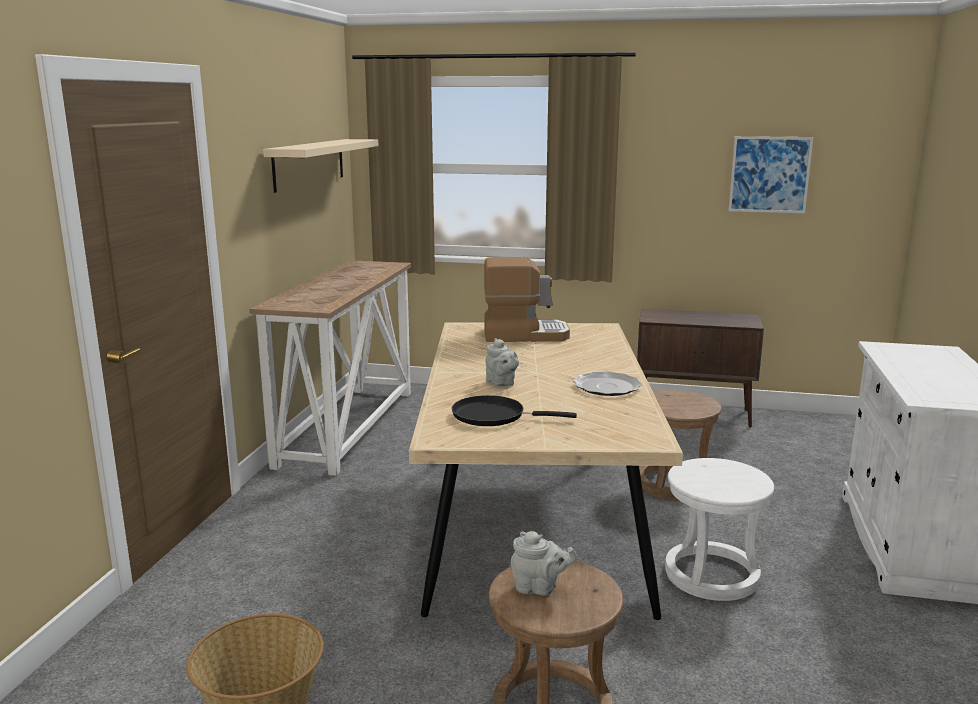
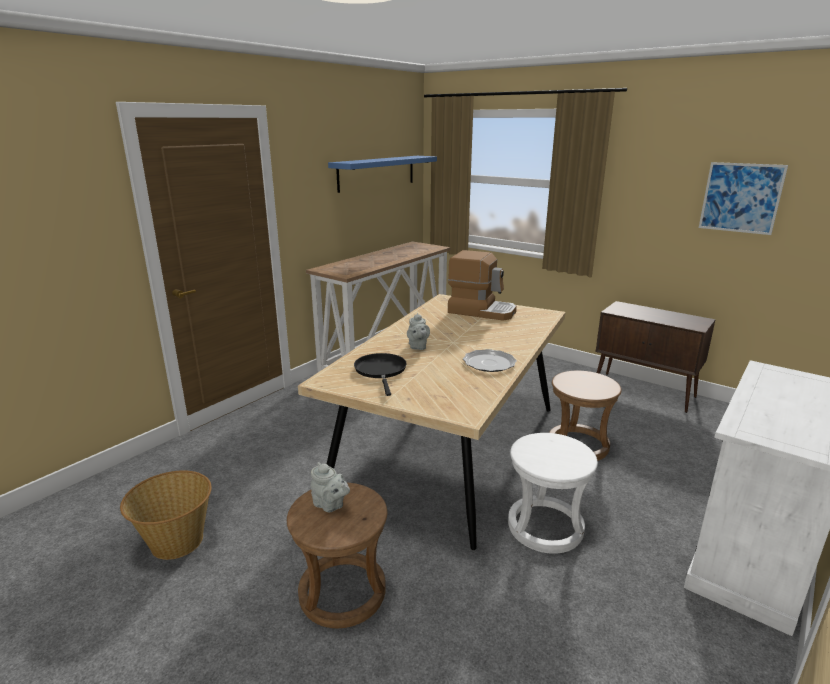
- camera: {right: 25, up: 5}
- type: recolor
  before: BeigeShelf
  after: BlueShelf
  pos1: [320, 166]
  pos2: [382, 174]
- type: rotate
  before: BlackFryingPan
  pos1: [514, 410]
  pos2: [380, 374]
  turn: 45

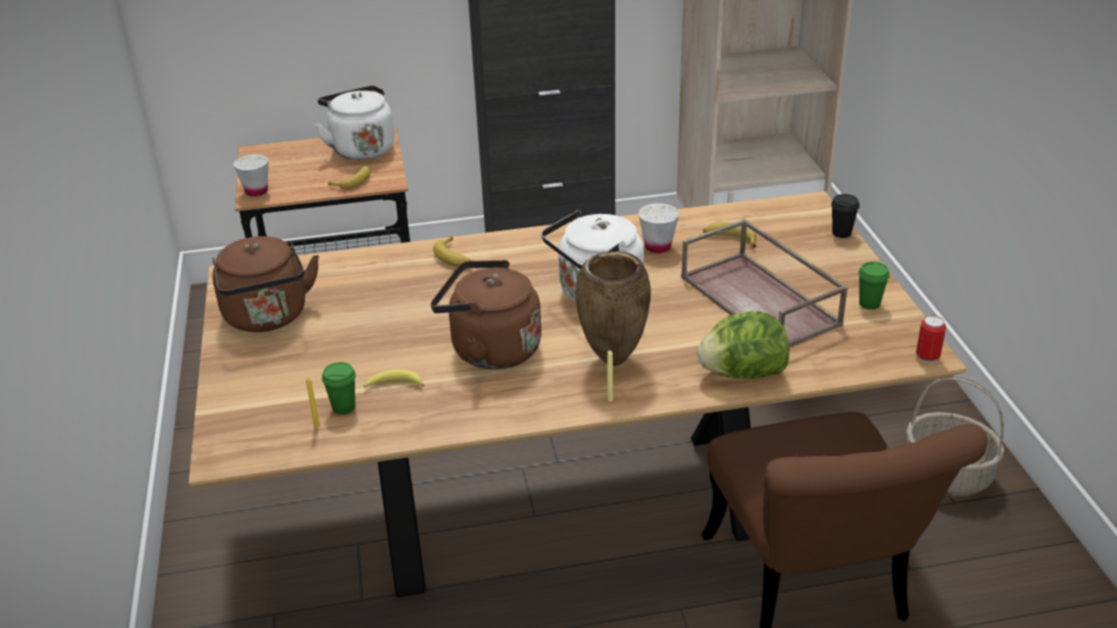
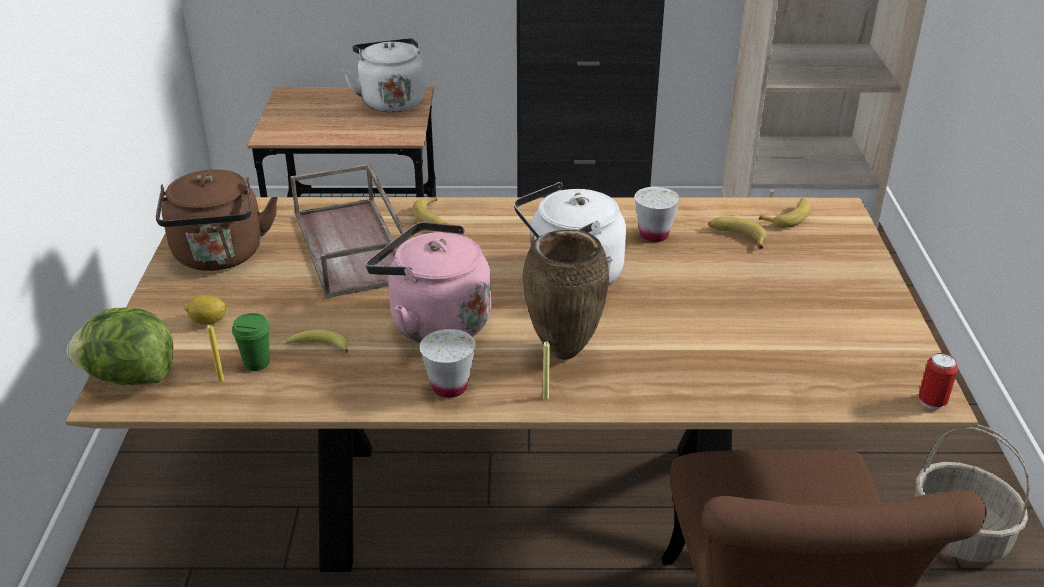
- camera: {right: 10, up: 0}
- type: move
  before: WhiteCup
  pos1: [251, 175]
  pos2: [448, 363]
- type: move
  before: Banana
  pos1: [349, 177]
  pos2: [785, 213]
- type: delete
  before: BlackCup
  pos1: [845, 216]
- type: move
  before: BrownTray
  pos1: [764, 283]
  pos2: [349, 231]
- type: recolor
  before: BrownKettle
  after: PinkKettle
  pos1: [486, 315]
  pos2: [428, 282]
- type: delete
  before: GreenCup
  pos1: [874, 286]
- type: move
  before: Lettuce
  pos1: [743, 345]
  pos2: [120, 346]
- type: insert
  after: Lemon
  pos2: [205, 309]

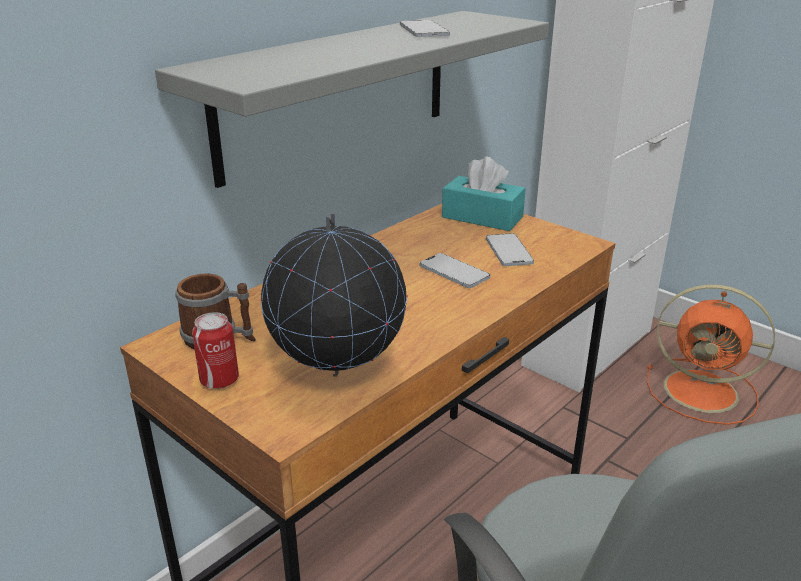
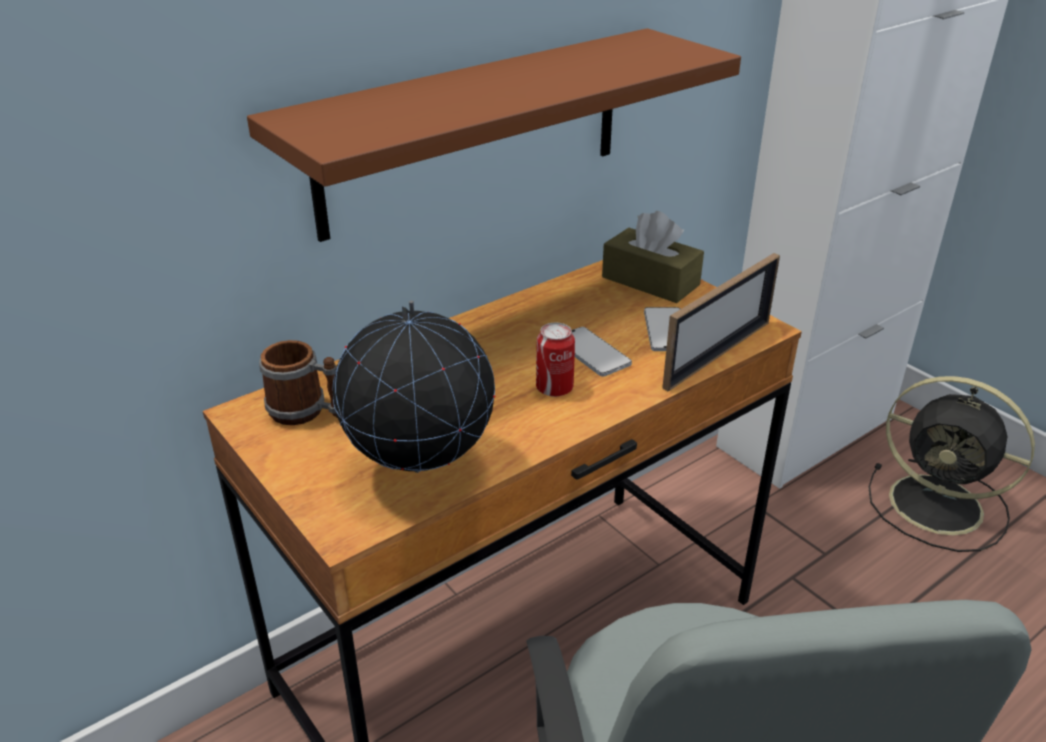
- camera: {right: 10, up: 5}
- type: recolor
  before: GreyShelf
  after: BrownShelf
  pos1: [352, 99]
  pos2: [494, 135]
- type: delete
  before: Phone
  pos1: [425, 28]
- type: recolor
  before: TurquoiseTissueBox
  after: BrownTissueBox
  pos1: [484, 194]
  pos2: [653, 257]
- type: recolor
  before: OrangeFan
  after: BlackFan
  pos1: [711, 354]
  pos2: [951, 464]
- type: move
  before: Can
  pos1: [215, 350]
  pos2: [555, 360]
- type: insert
  after: PictureFrame
  pos2: [721, 322]

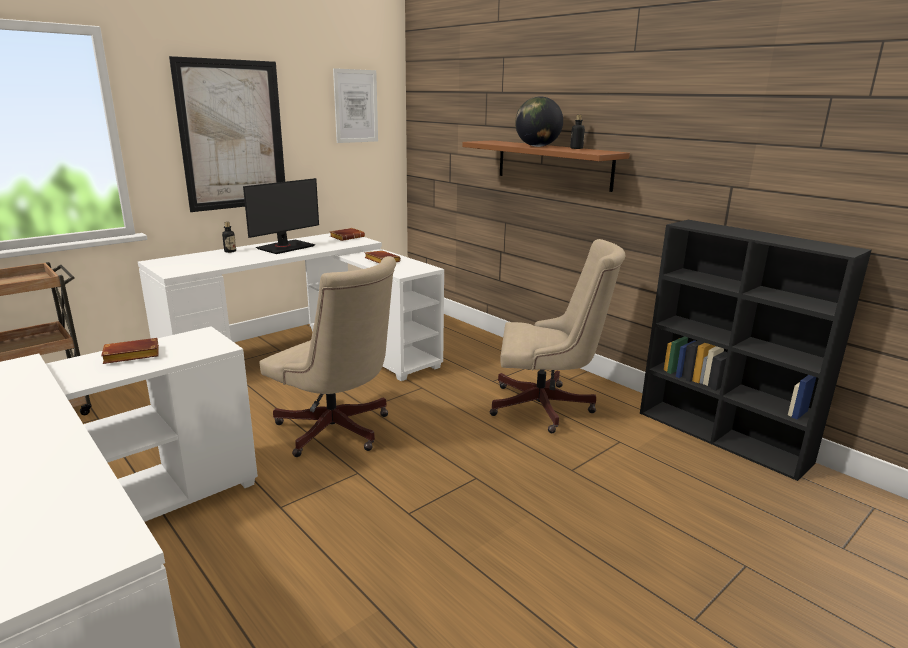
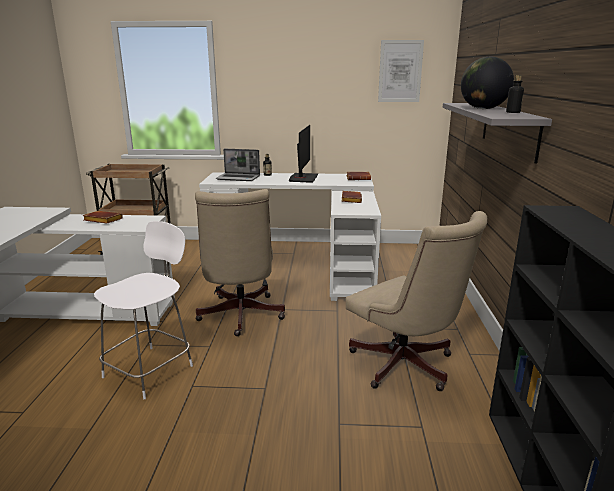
- camera: {right: 45, up: 0}
- type: delete
  before: Picture
  pos1: [227, 134]
- type: recolor
  before: BrownShelf
  after: GreyShelf
  pos1: [546, 166]
  pos2: [497, 133]
- type: rotate
  before: Monitor
  pos1: [281, 216]
  pos2: [303, 154]
  turn: -75
- type: insert
  after: Laptop
  pos2: [238, 165]
- type: insert
  after: WhiteChair
  pos2: [143, 310]

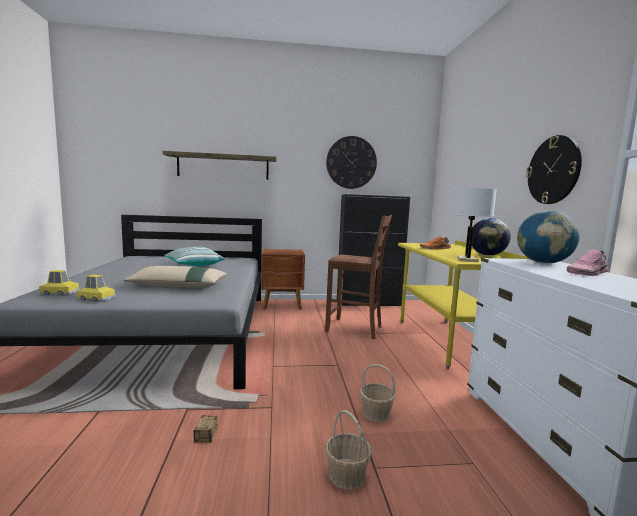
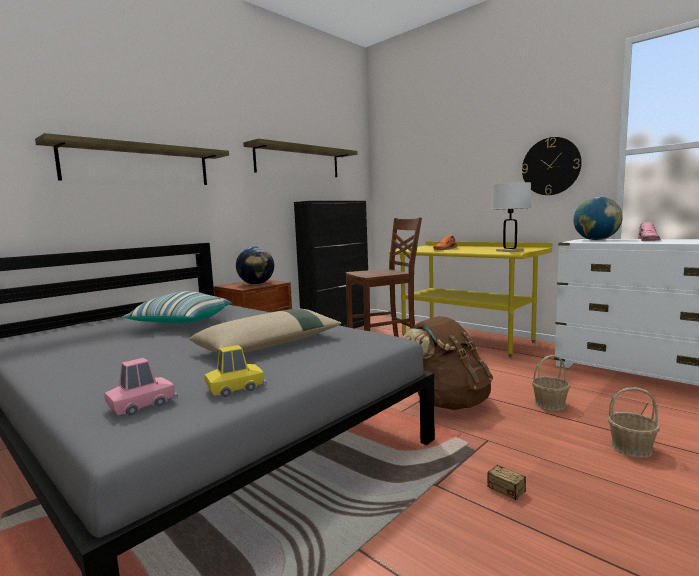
- camera: {right: -40, up: 0}
- type: replace
  before: WallClock
  after: Shelf
  pos1: [351, 162]
  pos2: [300, 157]
- type: move
  before: Globe
  pos1: [491, 237]
  pos2: [255, 265]
- type: recolor
  before: YellowToyCar
  after: PinkToyCar
  pos1: [59, 282]
  pos2: [141, 386]
- type: insert
  after: BrownBackpack
  pos2: [448, 363]

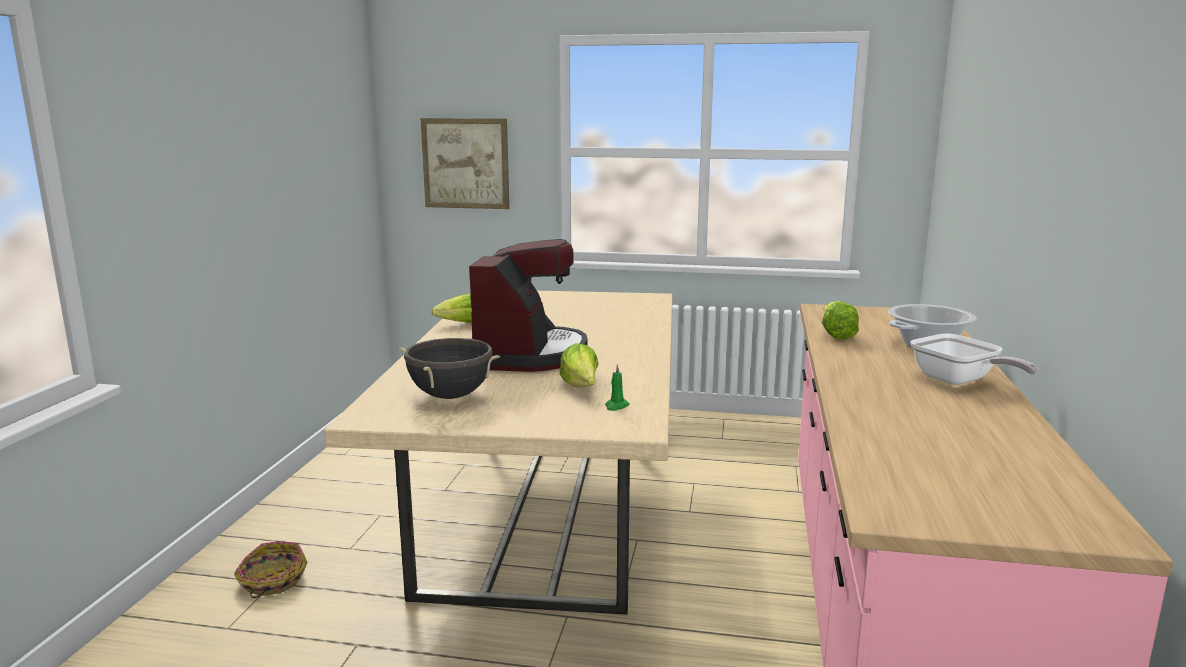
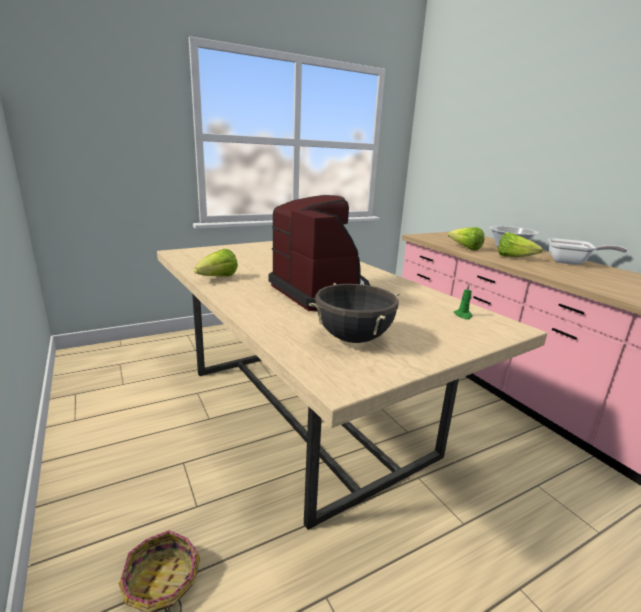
- camera: {right: -40, up: 5}
- type: delete
  before: Picture
  pos1: [465, 163]
- type: move
  before: Lettuce
  pos1: [579, 365]
  pos2: [520, 245]

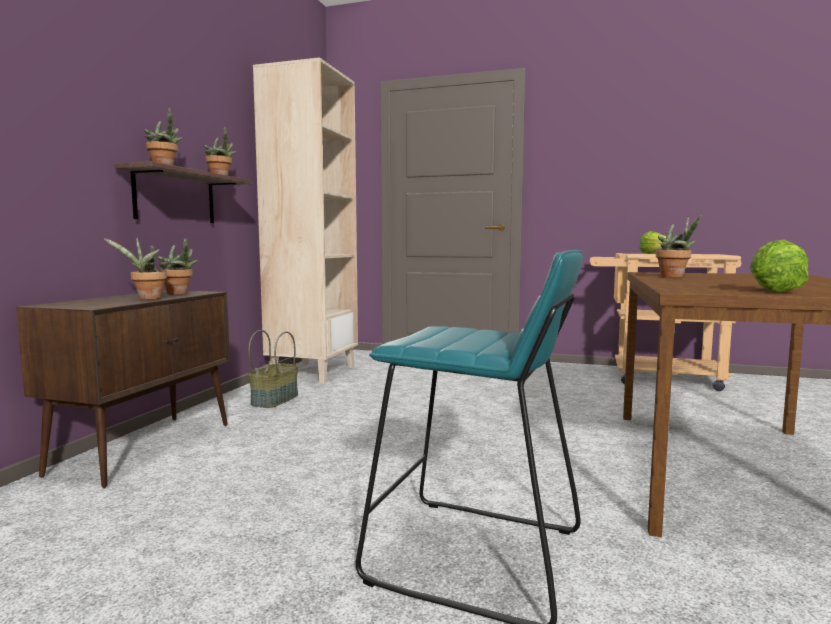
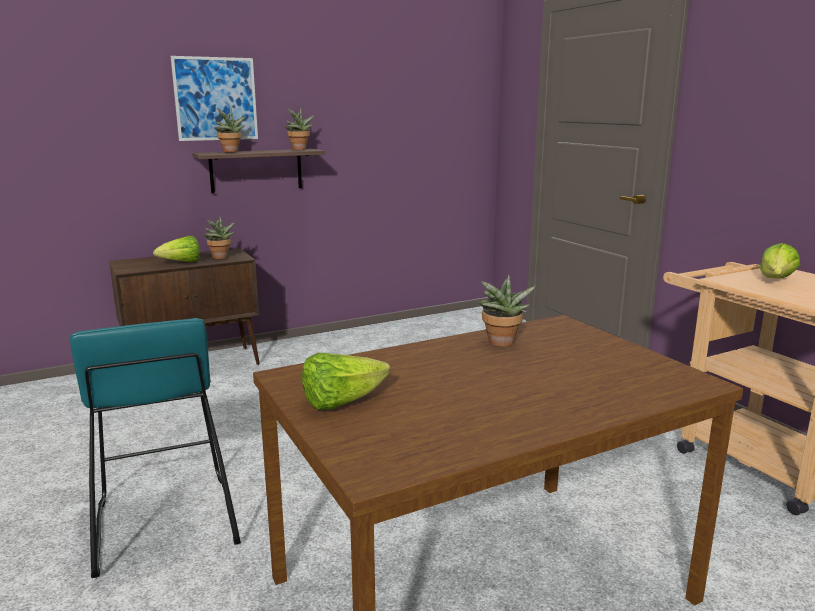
- camera: {right: 45, up: 10}
- type: delete
  before: BeigeBookcase
  pos1: [305, 220]
- type: replace
  before: PottedPlant
  after: Lettuce
  pos1: [135, 268]
  pos2: [176, 249]
- type: delete
  before: Basket
  pos1: [273, 369]
- type: insert
  after: Picture
  pos2: [214, 98]

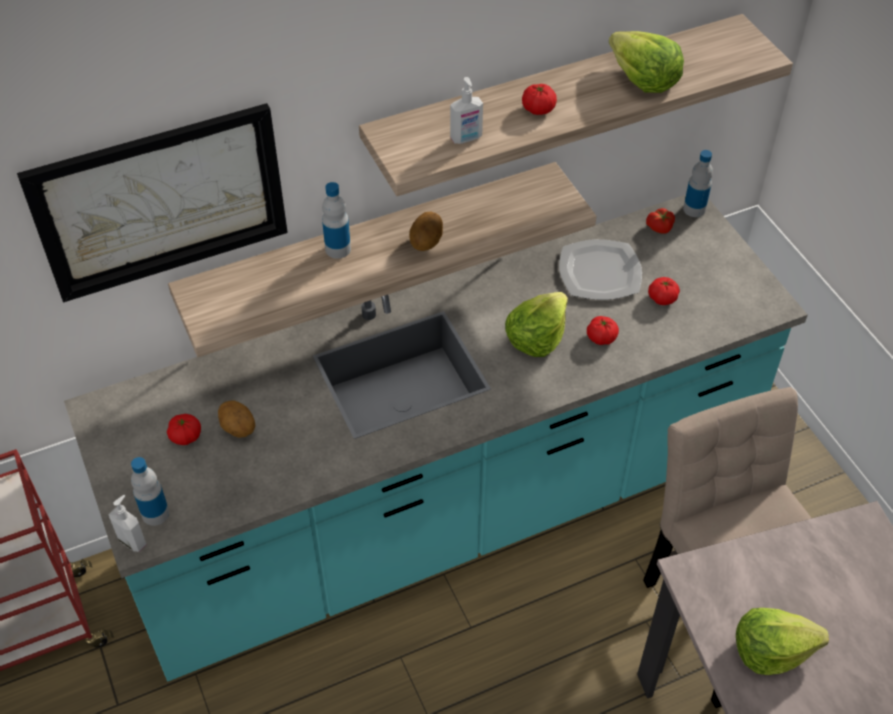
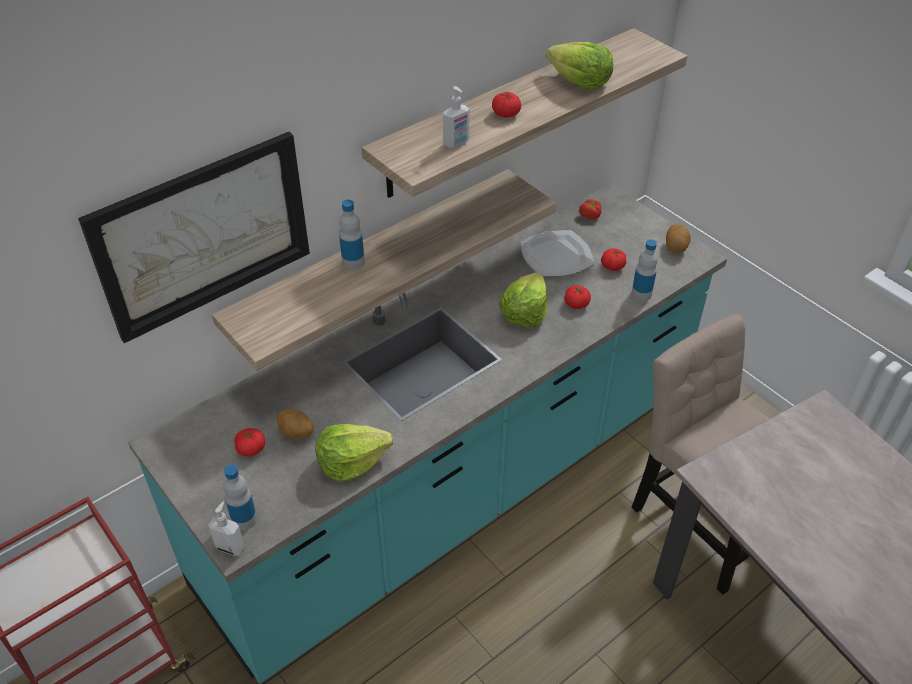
- camera: {right: -15, up: -5}
- type: move
  before: Bottle
  pos1: [698, 183]
  pos2: [644, 270]
- type: move
  before: Potato
  pos1: [426, 231]
  pos2: [678, 239]
- type: move
  before: Lettuce
  pos1: [782, 641]
  pos2: [354, 453]

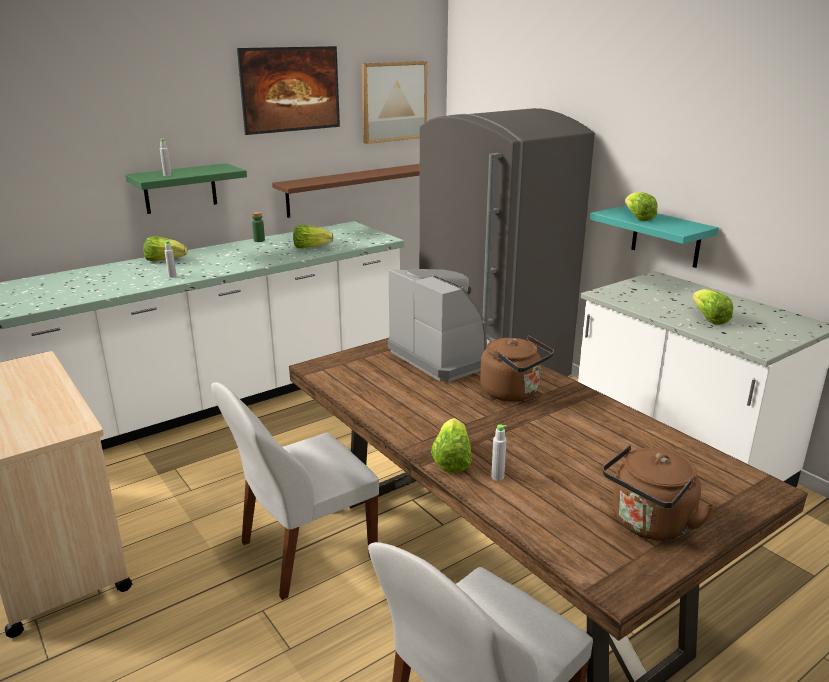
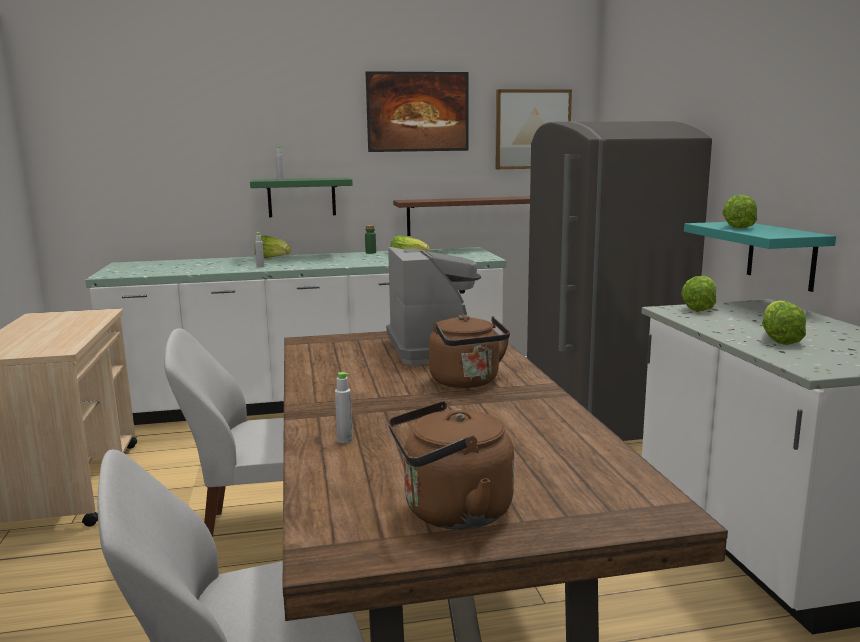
- camera: {right: 25, up: -10}
- type: move
  before: Lettuce
  pos1: [451, 445]
  pos2: [698, 293]

